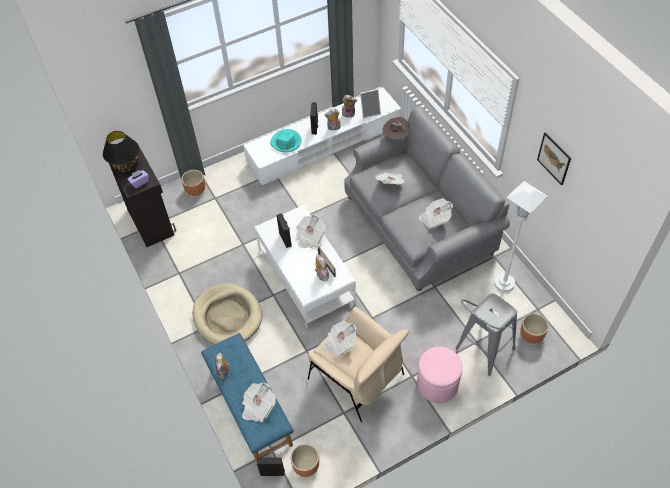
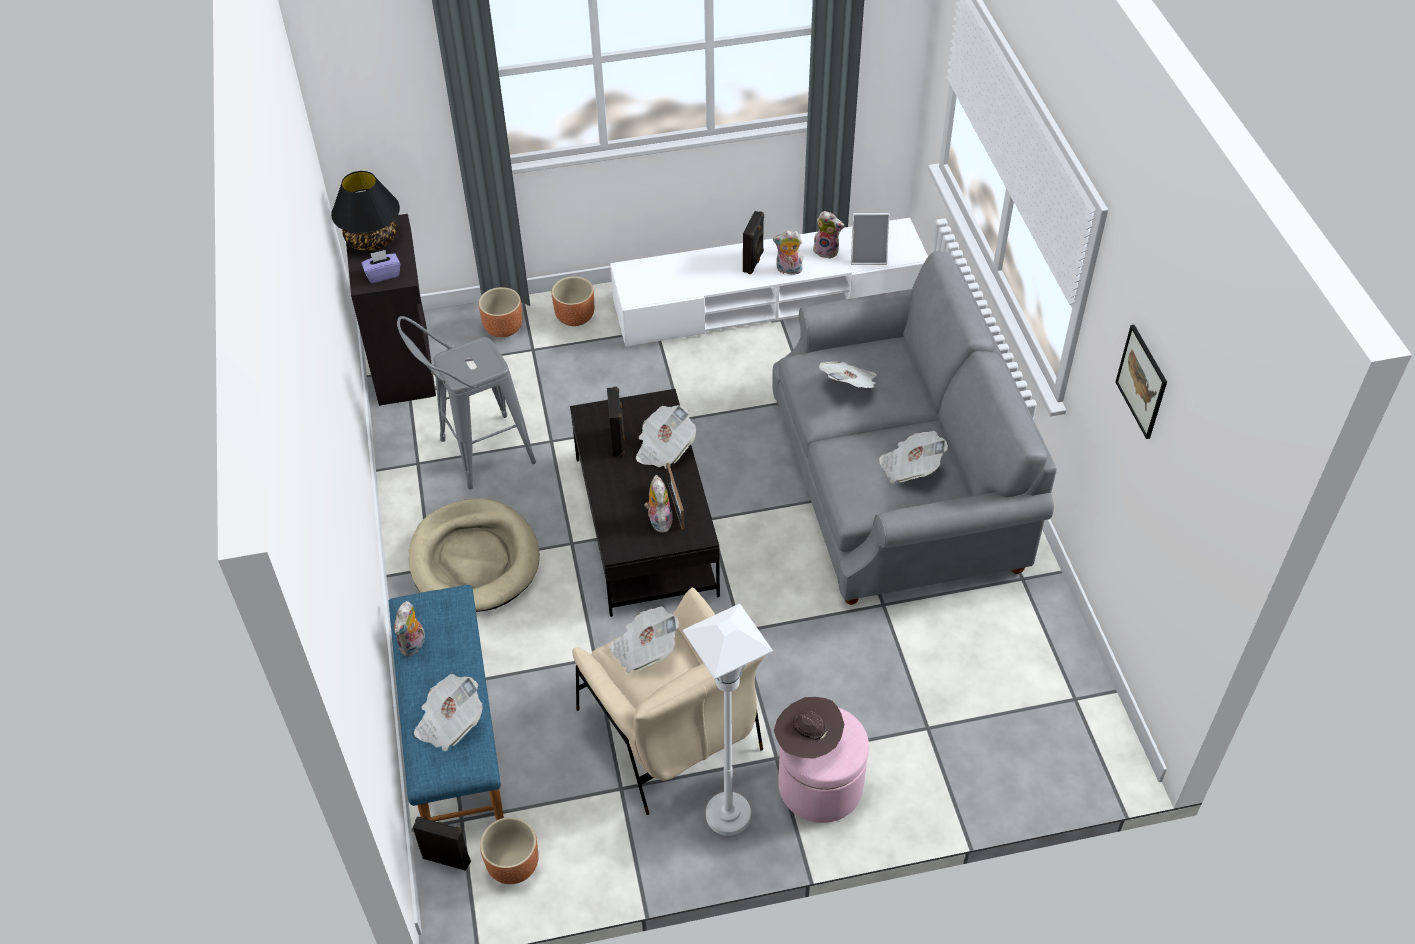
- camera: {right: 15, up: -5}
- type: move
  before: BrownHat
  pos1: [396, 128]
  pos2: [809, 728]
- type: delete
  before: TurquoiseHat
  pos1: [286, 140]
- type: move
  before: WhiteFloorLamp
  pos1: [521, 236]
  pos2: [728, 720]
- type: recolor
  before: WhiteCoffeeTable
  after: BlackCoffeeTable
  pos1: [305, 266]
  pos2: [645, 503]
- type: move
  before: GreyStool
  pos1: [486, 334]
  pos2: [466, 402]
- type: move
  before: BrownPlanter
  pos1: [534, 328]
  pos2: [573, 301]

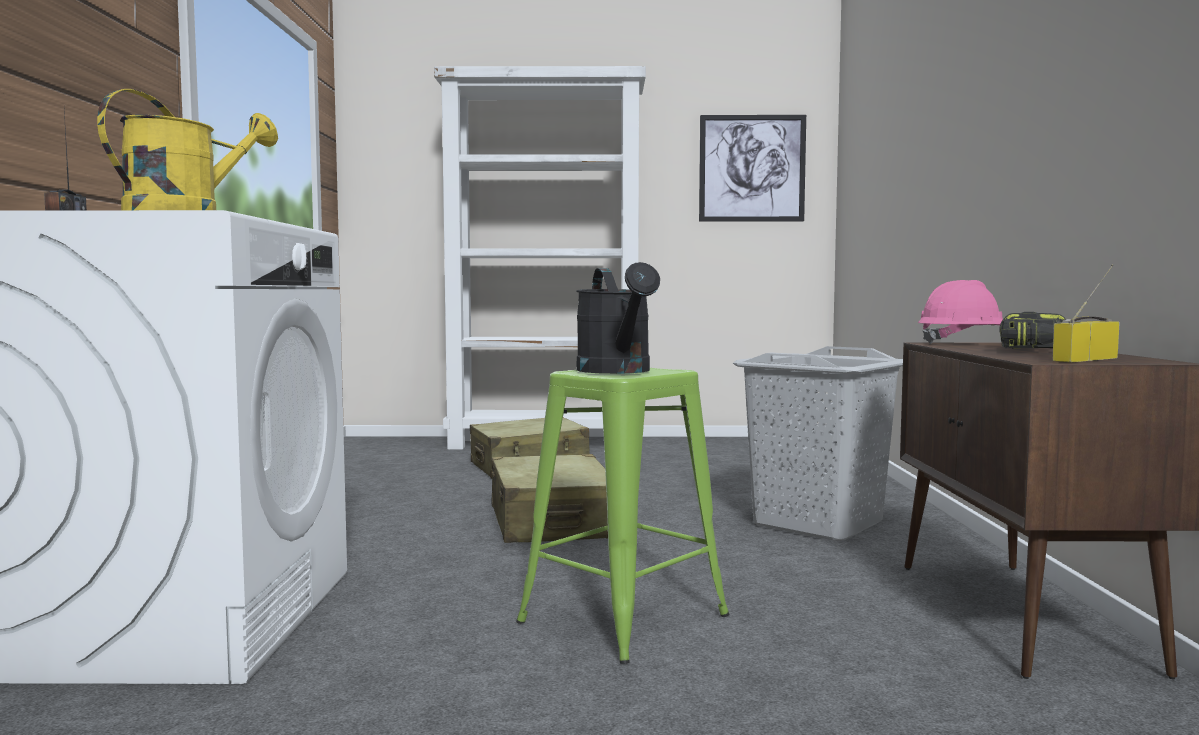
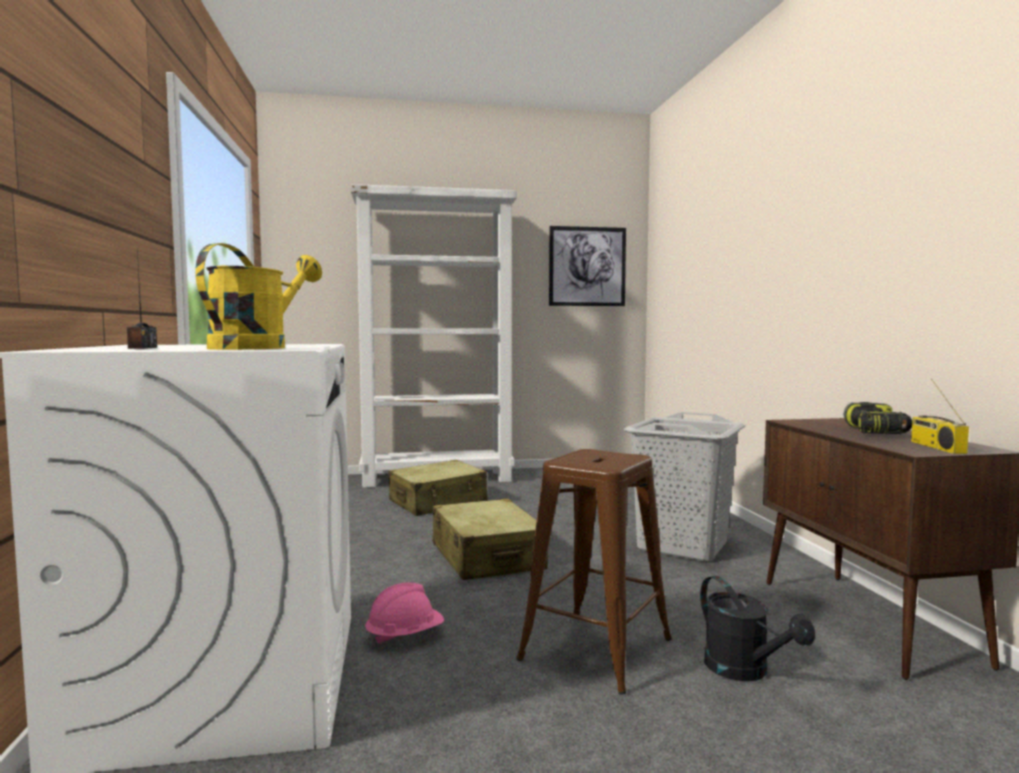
- camera: {right: -10, up: 0}
- type: move
  before: BlackWateringCan
  pos1: [618, 318]
  pos2: [757, 628]
- type: rotate
  before: Radio
  pos1: [1086, 313]
  pos2: [940, 416]
  turn: -45
- type: move
  before: PinkHardHat
  pos1: [960, 312]
  pos2: [404, 614]
- type: recolor
  before: GreenStool
  after: BrownStool
  pos1: [622, 516]
  pos2: [594, 572]

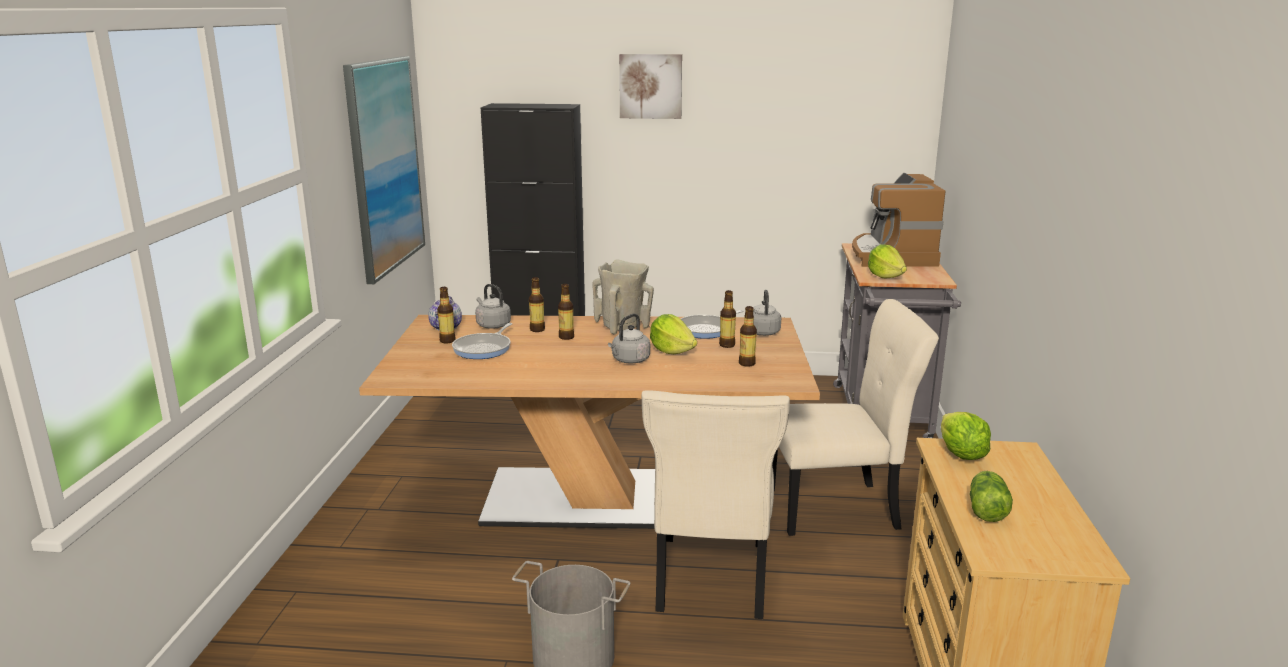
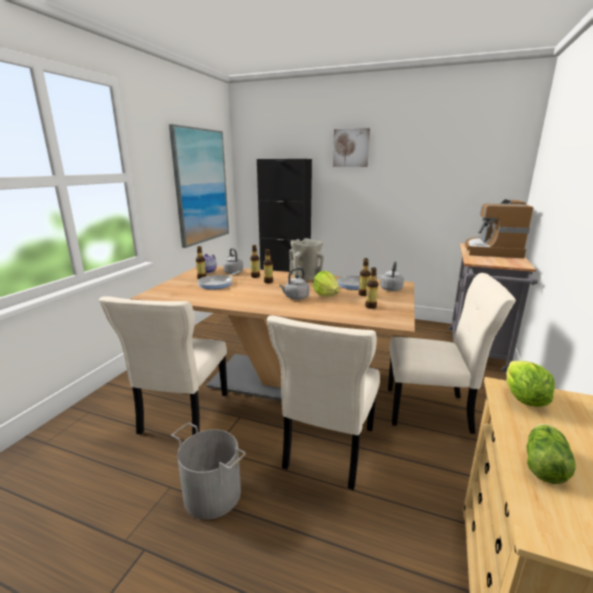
- camera: {right: 15, up: 0}
- type: delete
  before: Lettuce
  pos1: [887, 261]
- type: insert
  after: BeigeChair
  pos2: [163, 365]

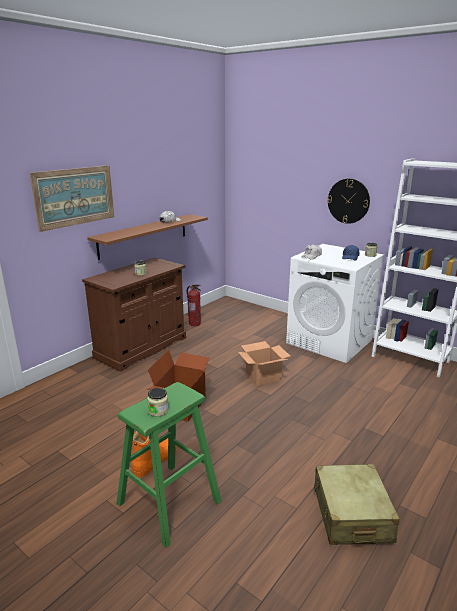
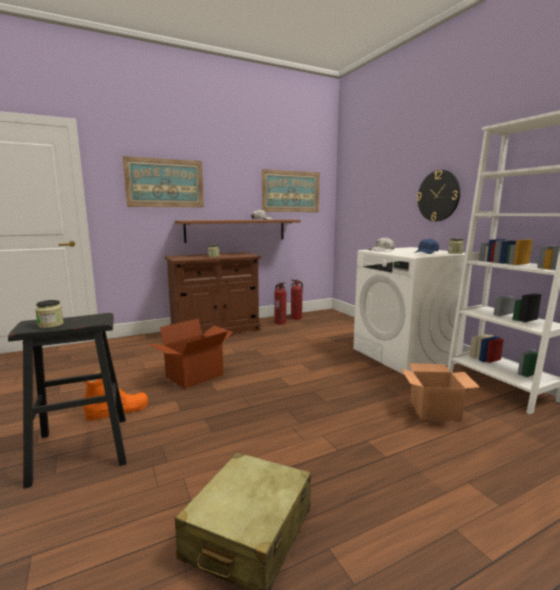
- camera: {right: 25, up: -10}
- type: move
  before: CardboardBox
  pos1: [264, 363]
  pos2: [440, 392]
- type: recolor
  before: GreenStool
  after: BlackStool
  pos1: [169, 465]
  pos2: [67, 400]
- type: insert
  after: Picture
  pos2: [291, 190]
- type: insert
  after: FireExtinguisher
  pos2: [297, 300]

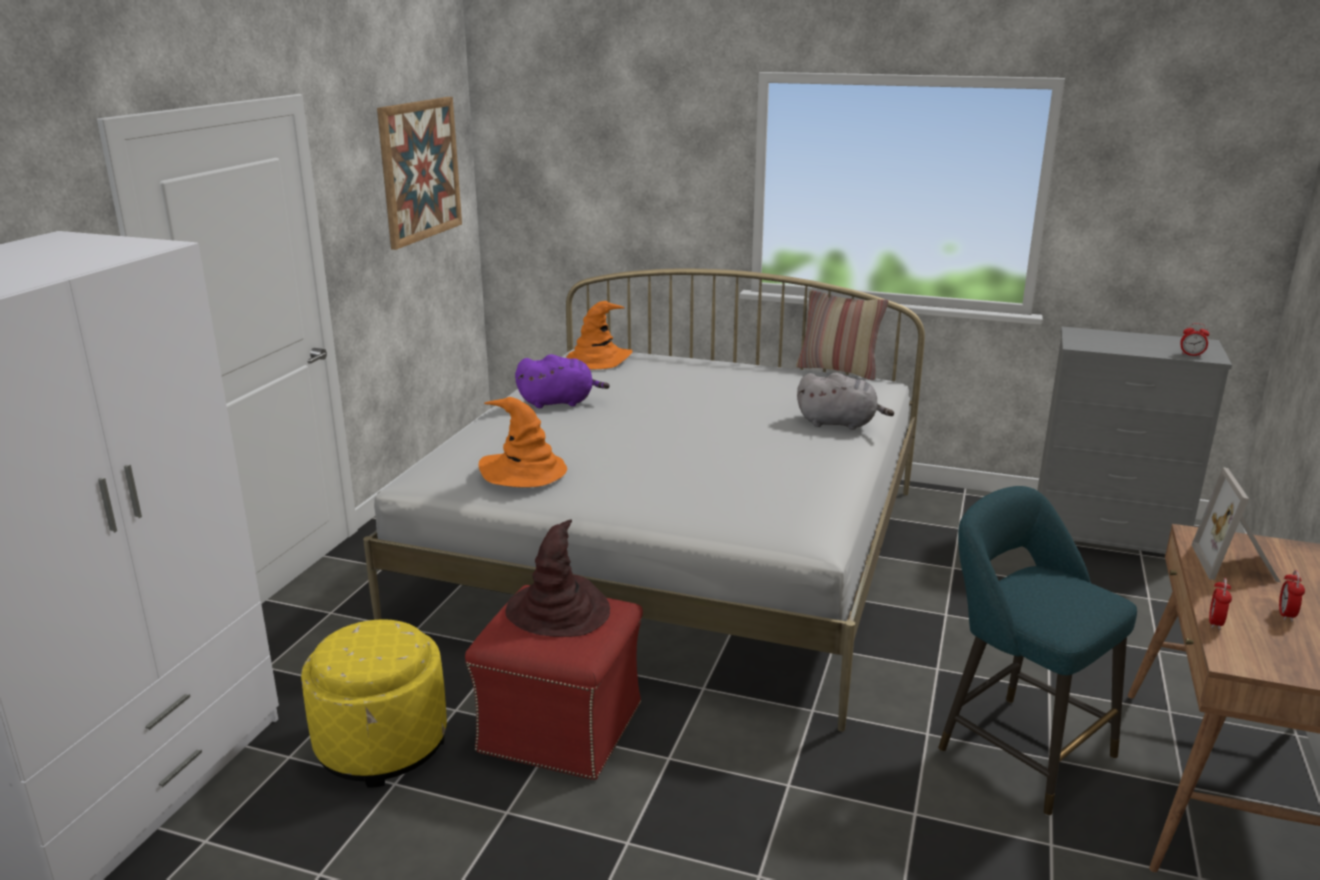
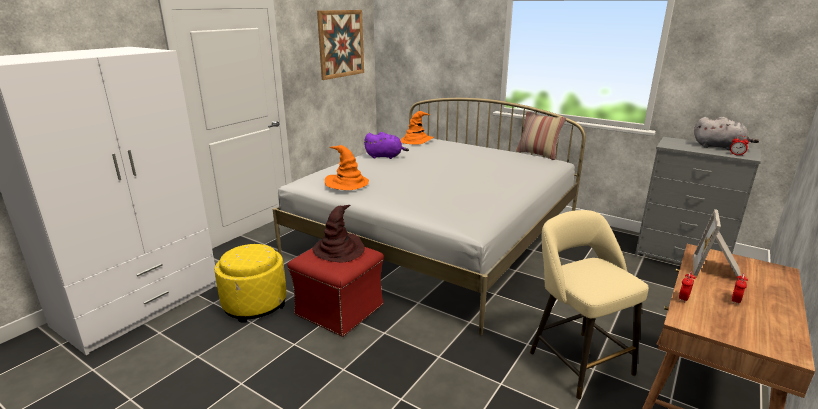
- camera: {right: 15, up: 0}
- type: move
  before: GreyPlushToy
  pos1: [845, 401]
  pos2: [726, 133]
- type: recolor
  before: TurquoiseStool
  after: BeigeStool
  pos1: [1037, 651]
  pos2: [589, 305]

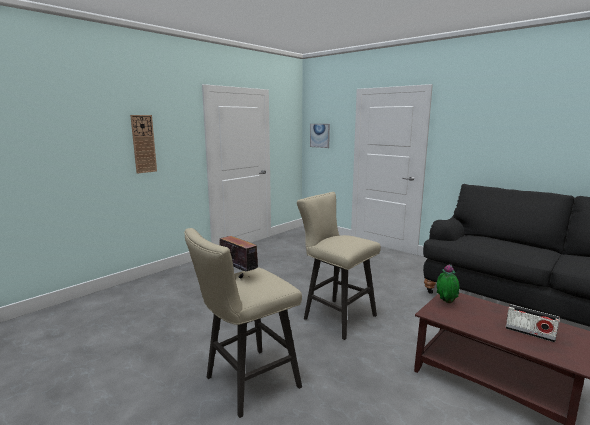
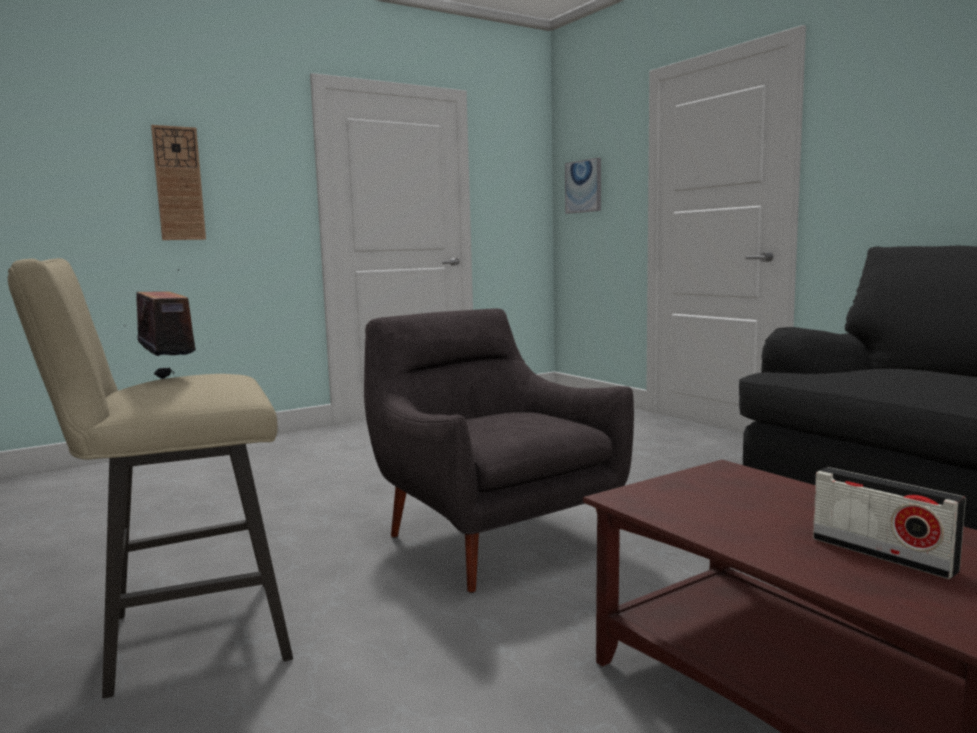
- camera: {right: 15, up: -5}
- type: replace
  before: BeigeStool
  after: GreyArmchair
  pos1: [339, 266]
  pos2: [499, 450]
- type: delete
  before: PottedPlant
  pos1: [448, 283]

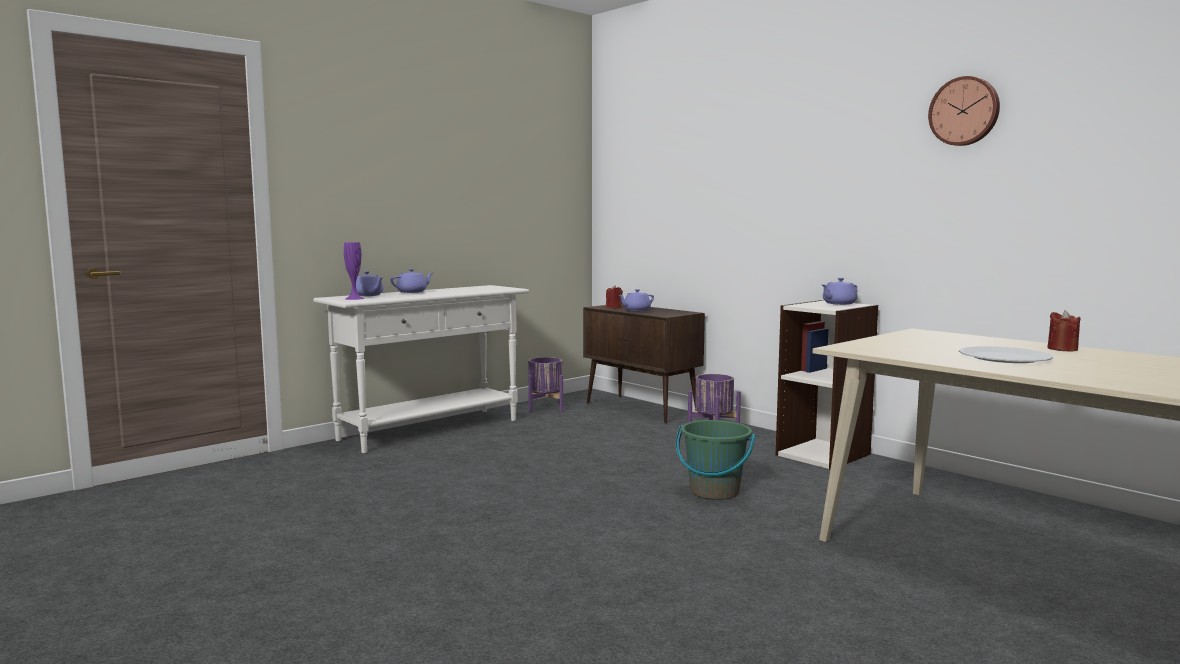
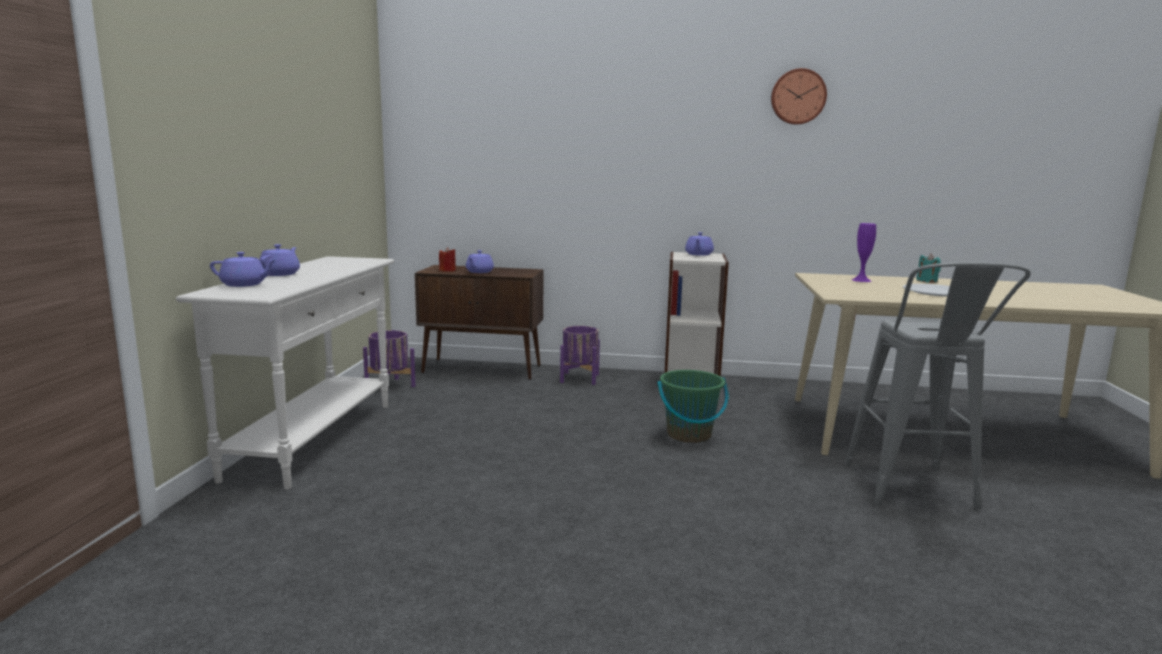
- camera: {right: -40, up: 5}
- type: move
  before: PurpleVase
  pos1: [354, 271]
  pos2: [864, 252]
- type: recolor
  before: RedCandle
  after: TurquoiseCandle
  pos1: [1063, 330]
  pos2: [928, 268]
- type: insert
  after: GreyStool
  pos2: [937, 385]

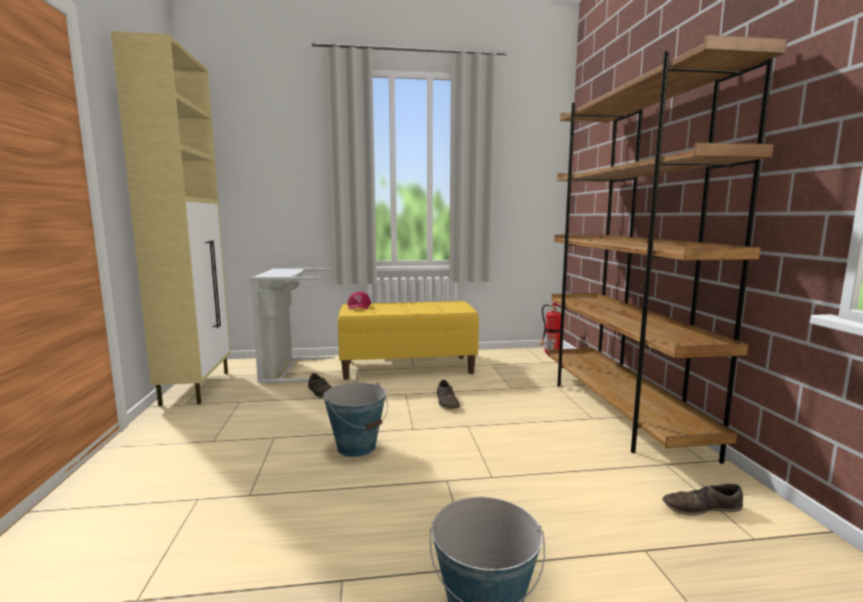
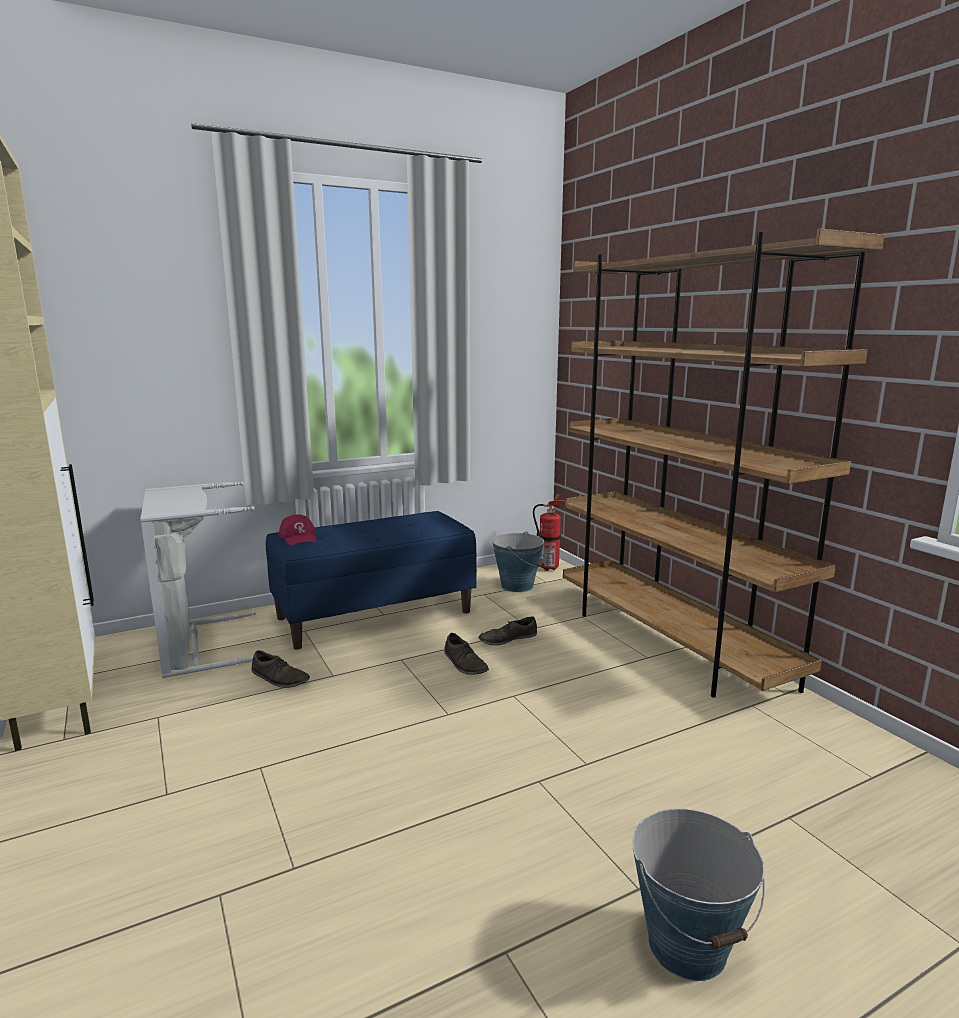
- camera: {right: -20, up: 5}
- type: recolor
  before: YellowBench
  after: BlueBench
  pos1: [408, 340]
  pos2: [371, 580]
- type: move
  before: Bucket
  pos1: [355, 420]
  pos2: [518, 561]
- type: move
  before: BrownShoe
  pos1: [702, 500]
  pos2: [508, 631]

